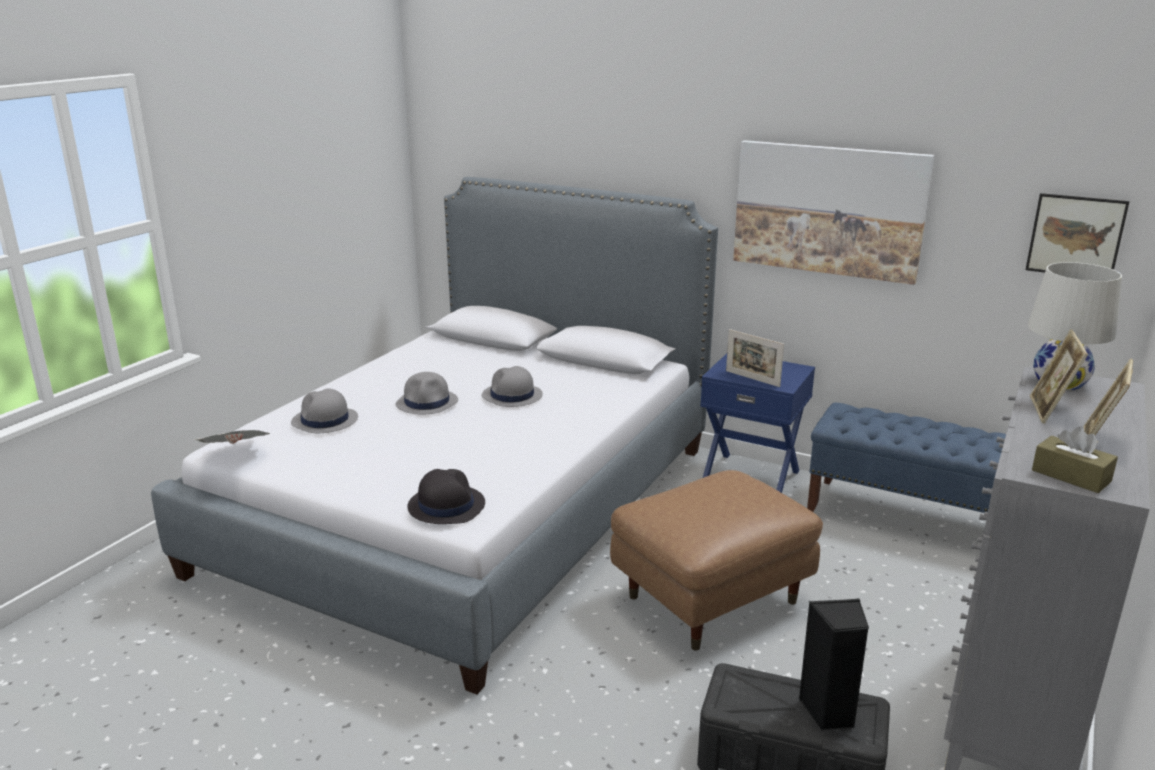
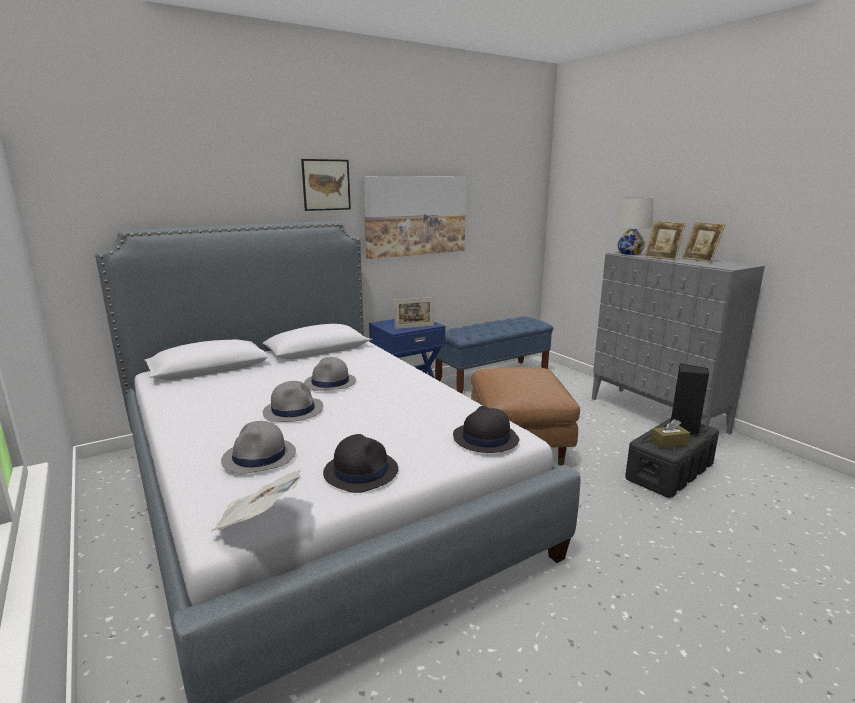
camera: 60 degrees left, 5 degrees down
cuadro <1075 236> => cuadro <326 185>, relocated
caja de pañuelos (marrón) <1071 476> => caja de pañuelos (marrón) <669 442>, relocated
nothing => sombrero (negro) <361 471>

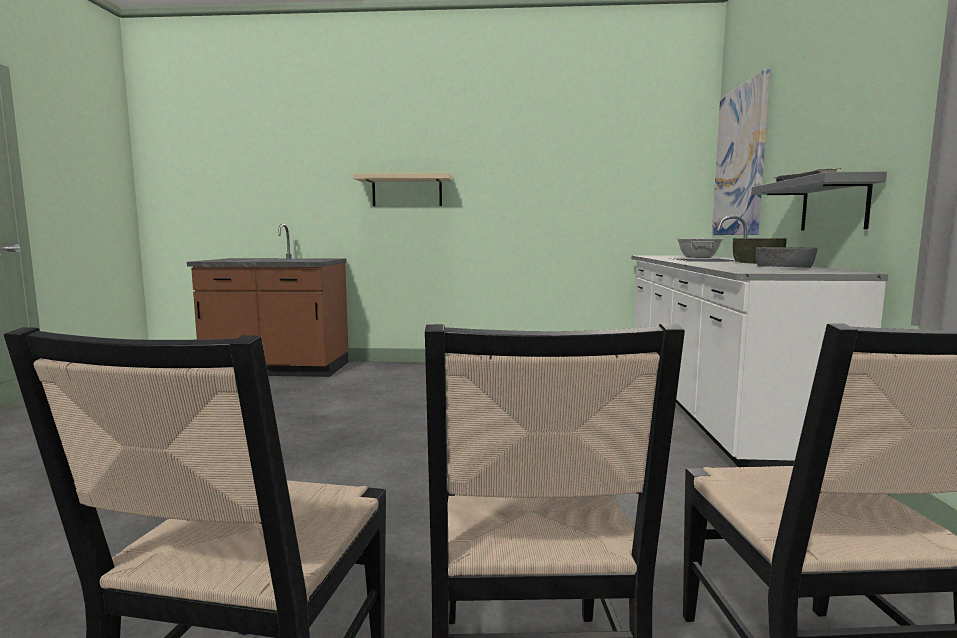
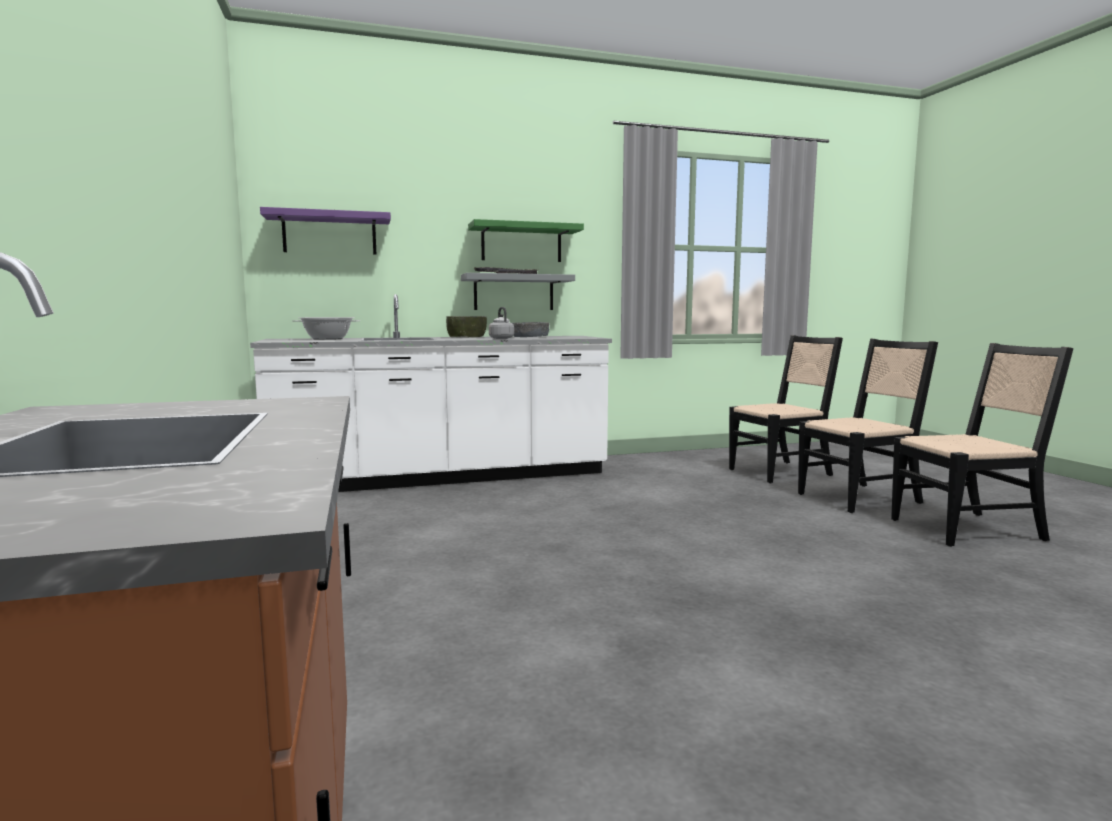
camera: 110 degrees left, 0 degrees up
estante (beis) <407 191> => nothing
cuadro <740 161> => estante (morado) <329 234>
nothing => estante (verde) <521 243>
nothing => hervidor (gris) <501 338>

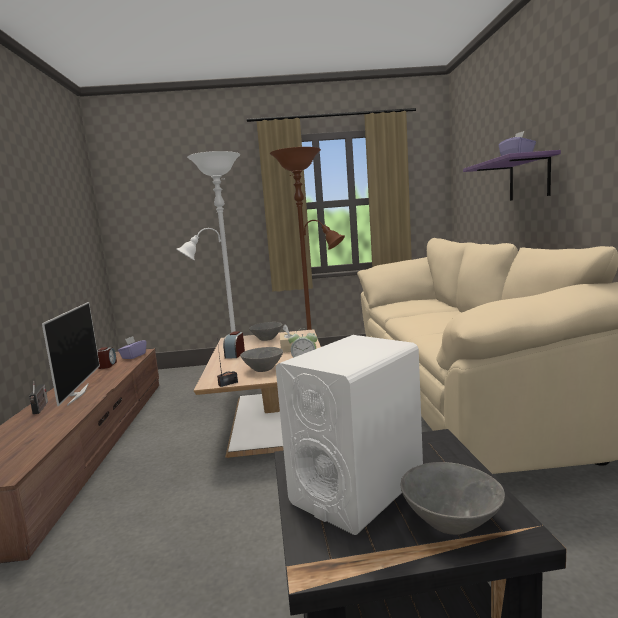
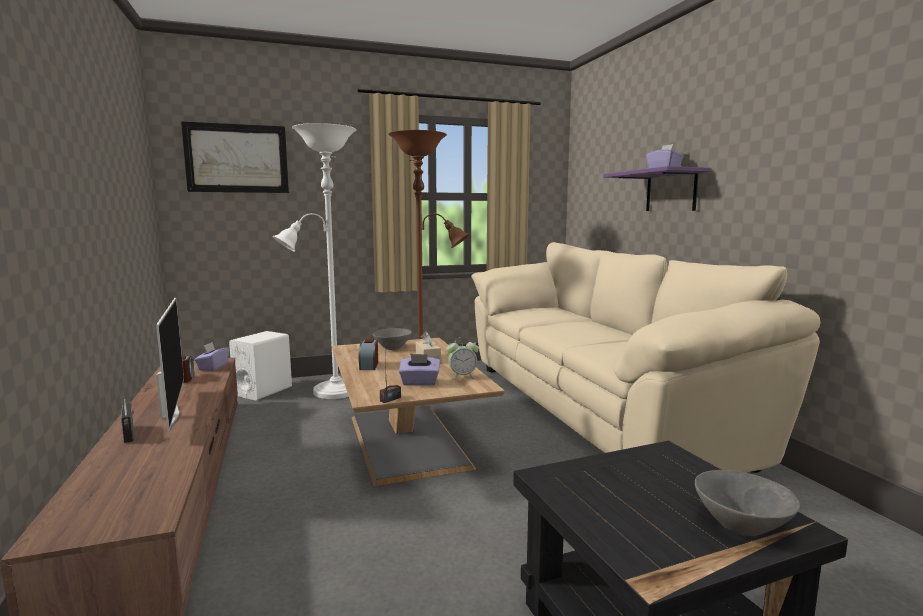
camera: 15 degrees left, 0 degrees up
cuenco (gris) <264 369> => caja de pañuelos (morado) <419 383>
altavoz (blanco) <358 489> => altavoz (blanco) <263 391>, relocated
nothing => cuadro <237 158>

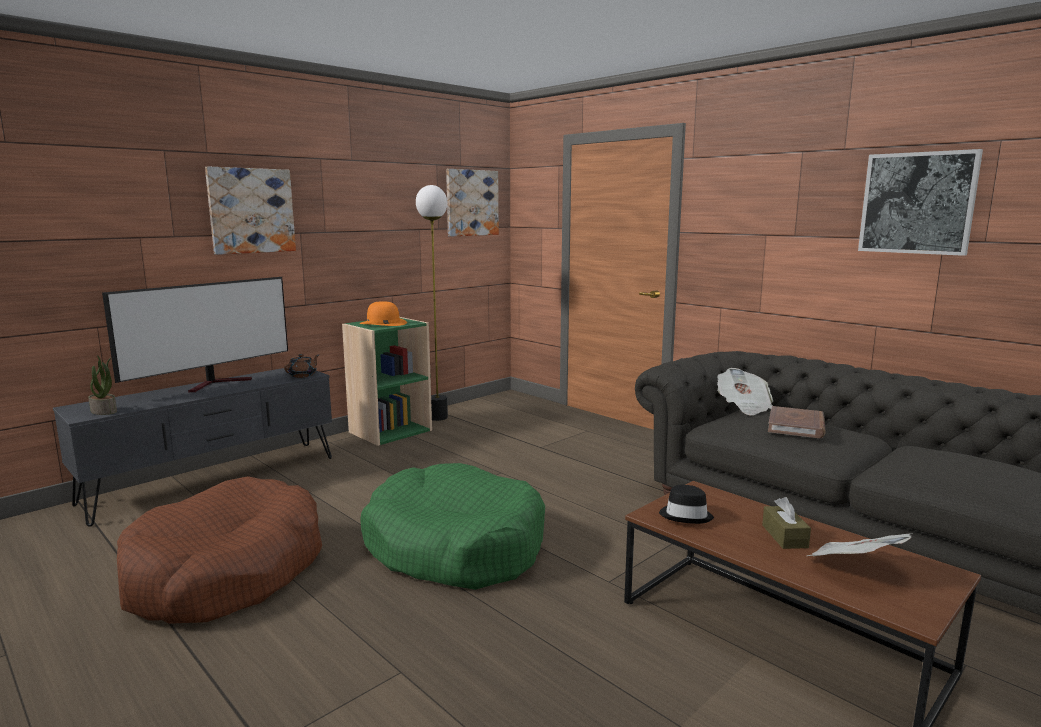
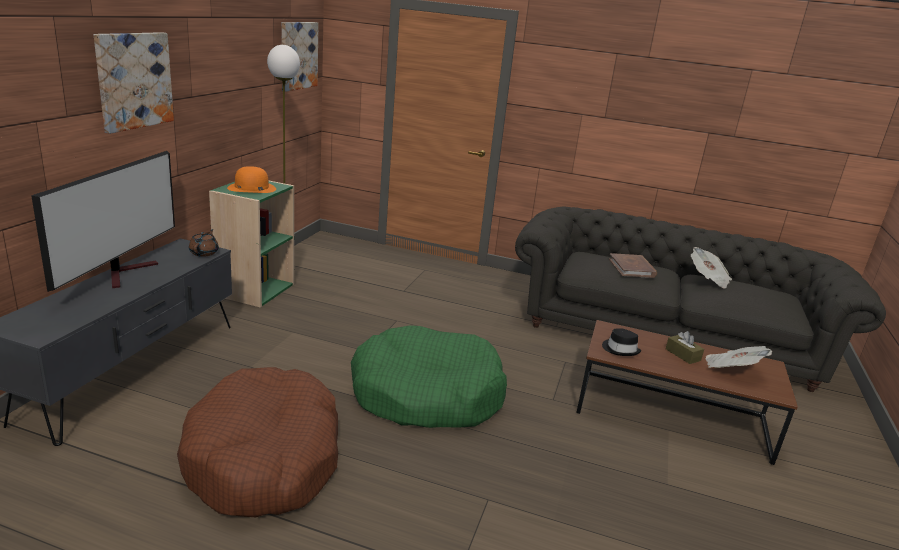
camera: 30 degrees left, 10 degrees up
planta en maceta <104 411> => nothing
periódico <744 406> => periódico <708 279>, relocated
cuadro <917 203> => nothing

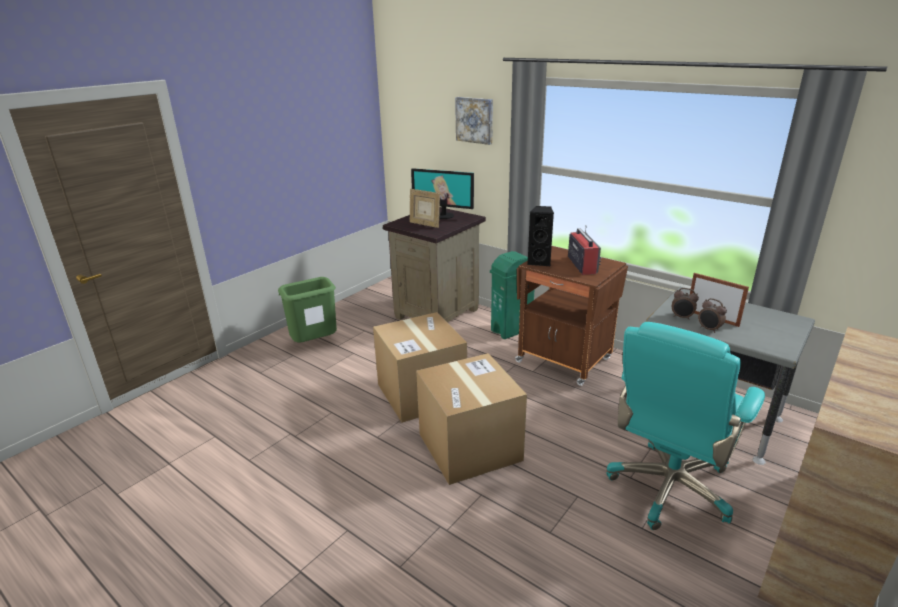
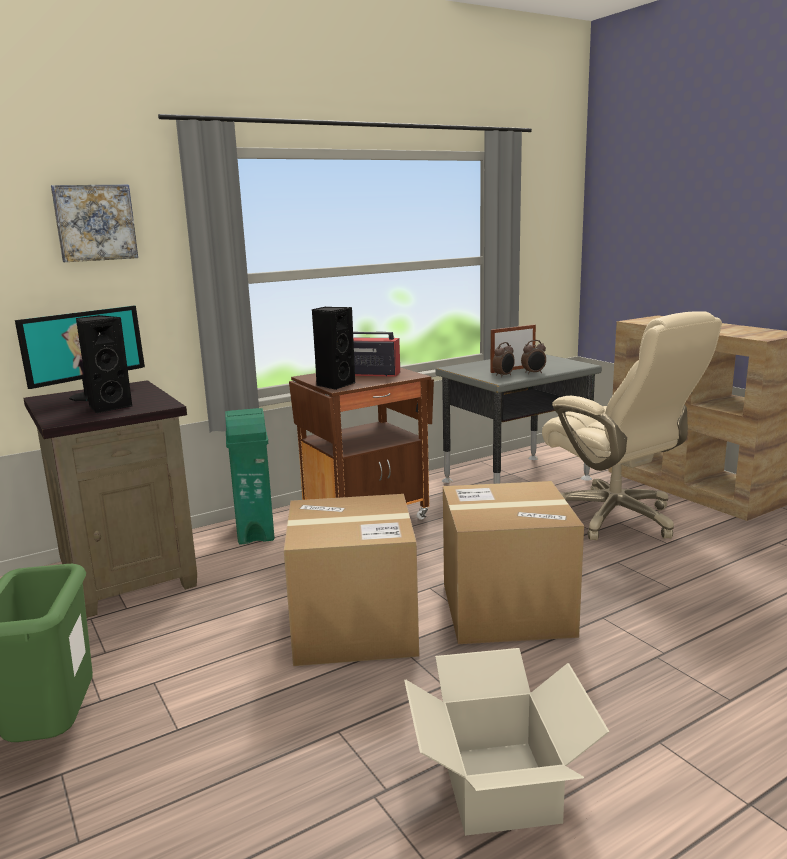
camera: 70 degrees left, 10 degrees down
portarretratos <424 224> => altavoz (negro) <108 407>
silla de oficina (turquesa) <667 490> => silla de oficina (beis) <616 520>
nothing => caja de cartón <501 786>

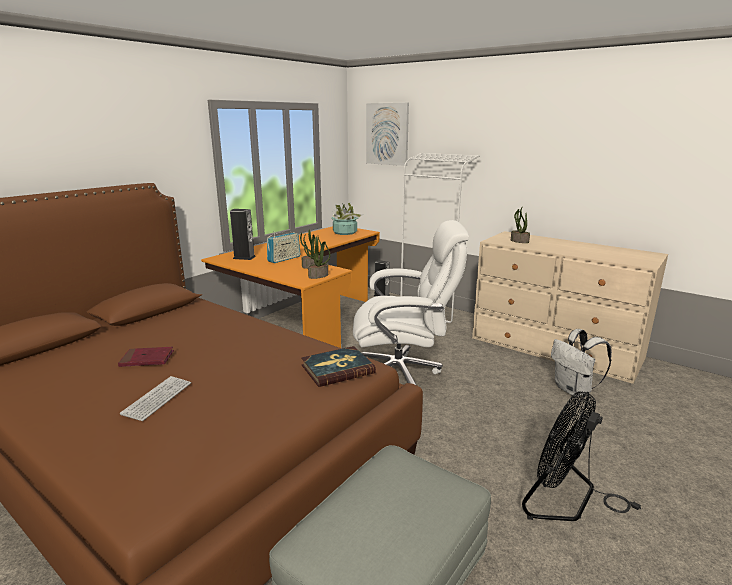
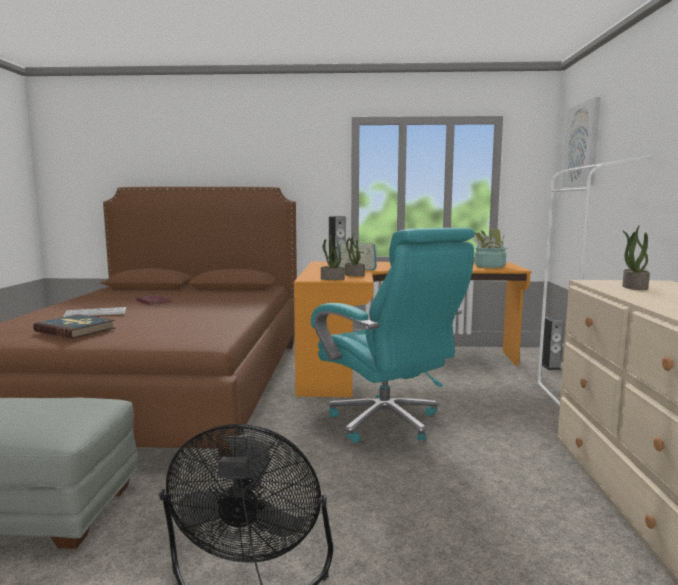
camera: 55 degrees right, 10 degrees down
libro <337 369> => libro <75 330>, relocated
silla de oficina (blanco) <403 374> => silla de oficina (turquesa) <389 425>
mochila (blanco) <574 390> => nothing

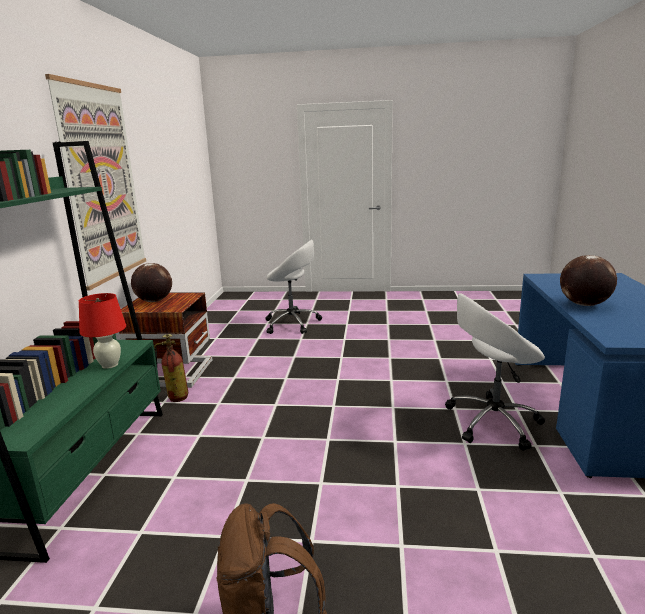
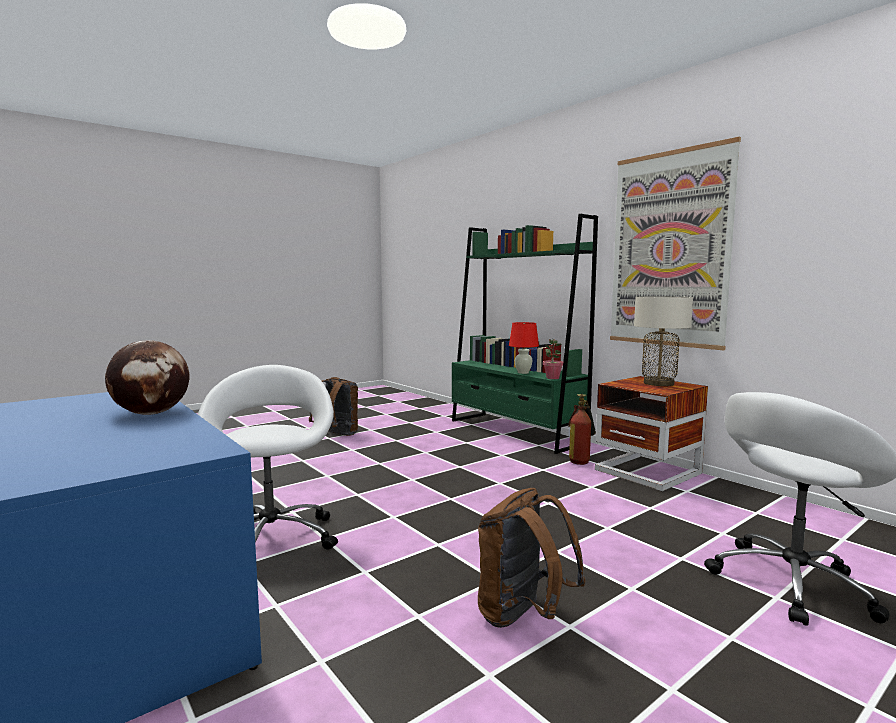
camera: 135 degrees right, 10 degrees down
globo terráqueo <154 301> => lámpara de mesa <658 383>
silla de oficina (blanco) <490 422> => silla de oficina (blanco) <273 538>, 45 degrees counterclockwise
nothing => mochila (marrón) <522 616>
nothing => planta en maceta <552 378>

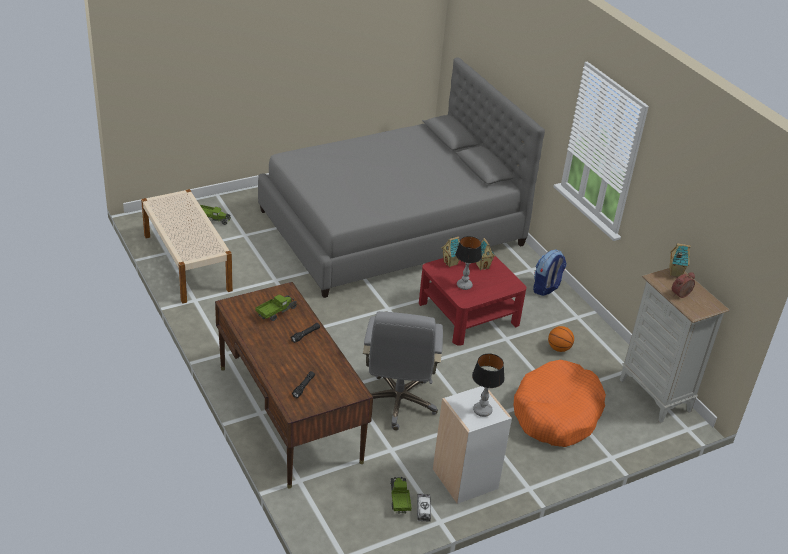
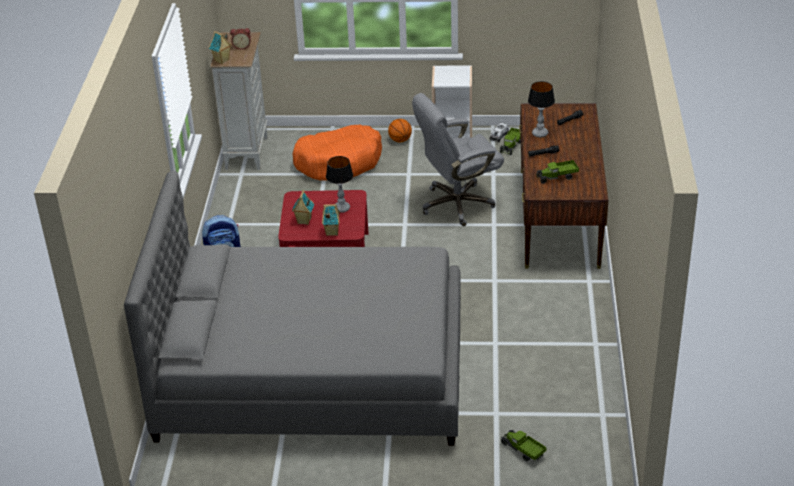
camera: 145 degrees left, 0 degrees up
banco (beis) <186 263> => nothing
silla de oficina (gris) <398 400> => silla de oficina (gris) <458 203>, 150 degrees counterclockwise
lámpara de mesa <483 410> => lámpara de mesa <539 134>, relocated
balón de baloncesto <559 348> => balón de baloncesto <400 140>, relocated

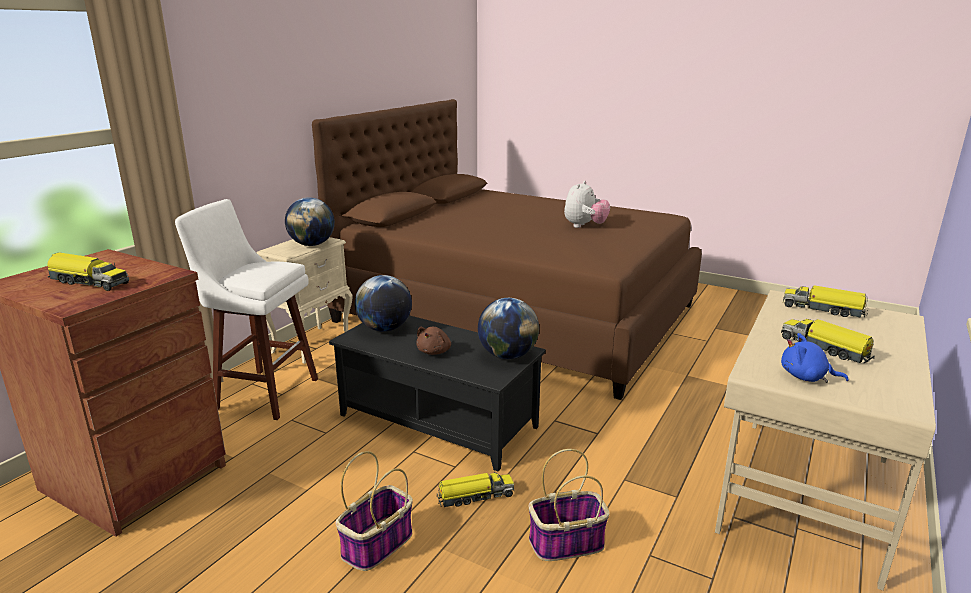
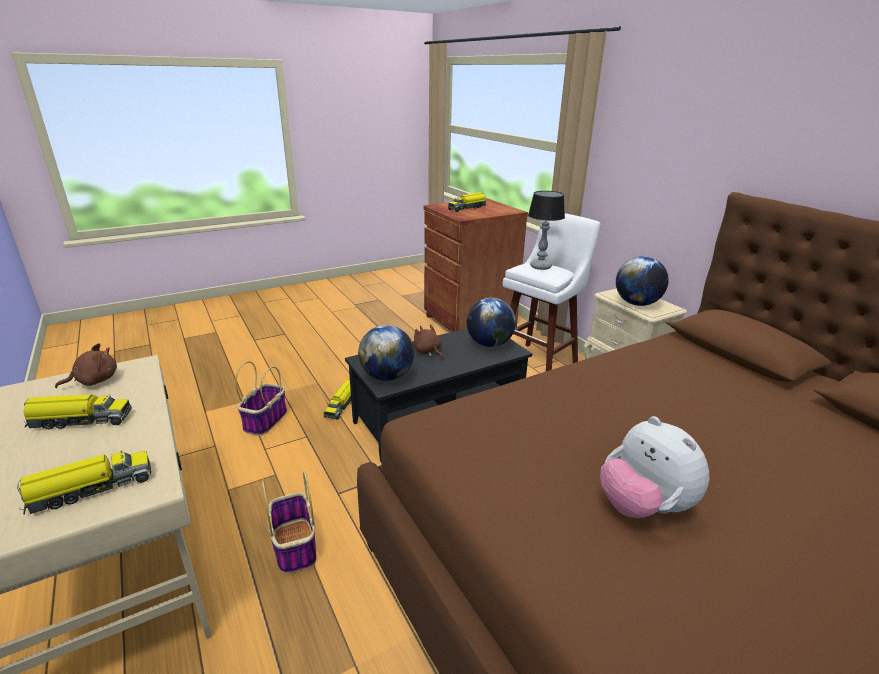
camera: 120 degrees right, 5 degrees up
cesta <377 545> => cesta <294 545>, relocated
peluche (azul) <806 377> => peluche (marrón) <94 381>
nothing => lámpara de mesa <540 266>

